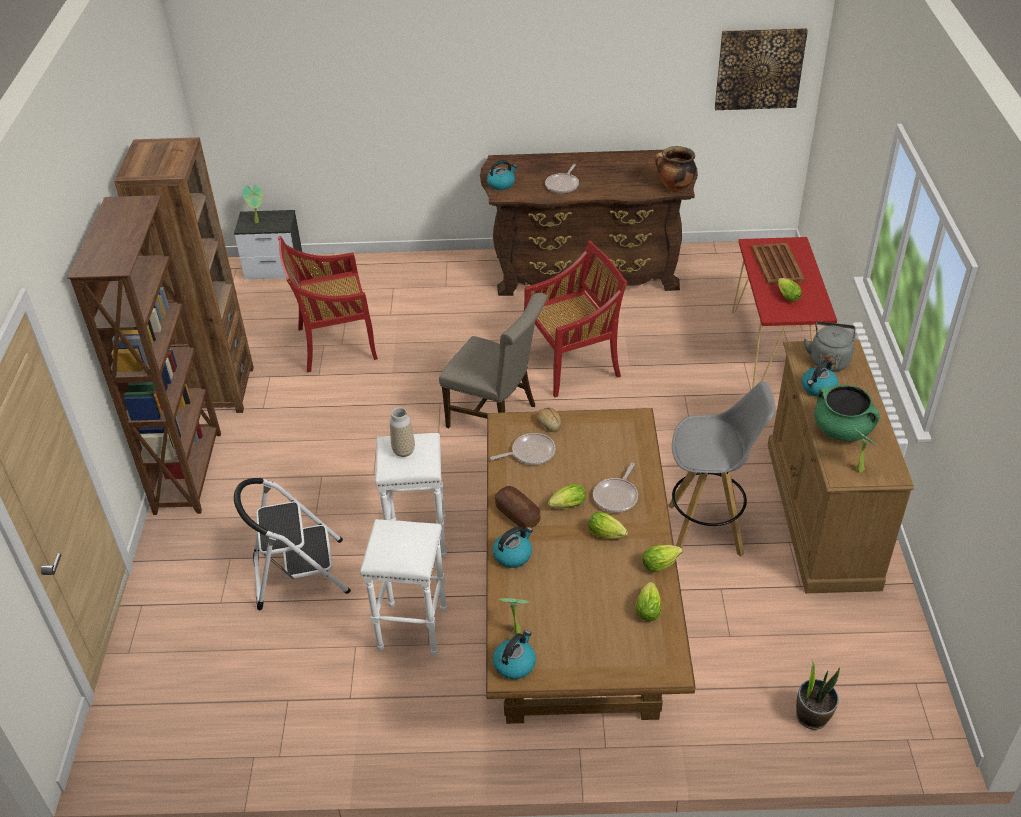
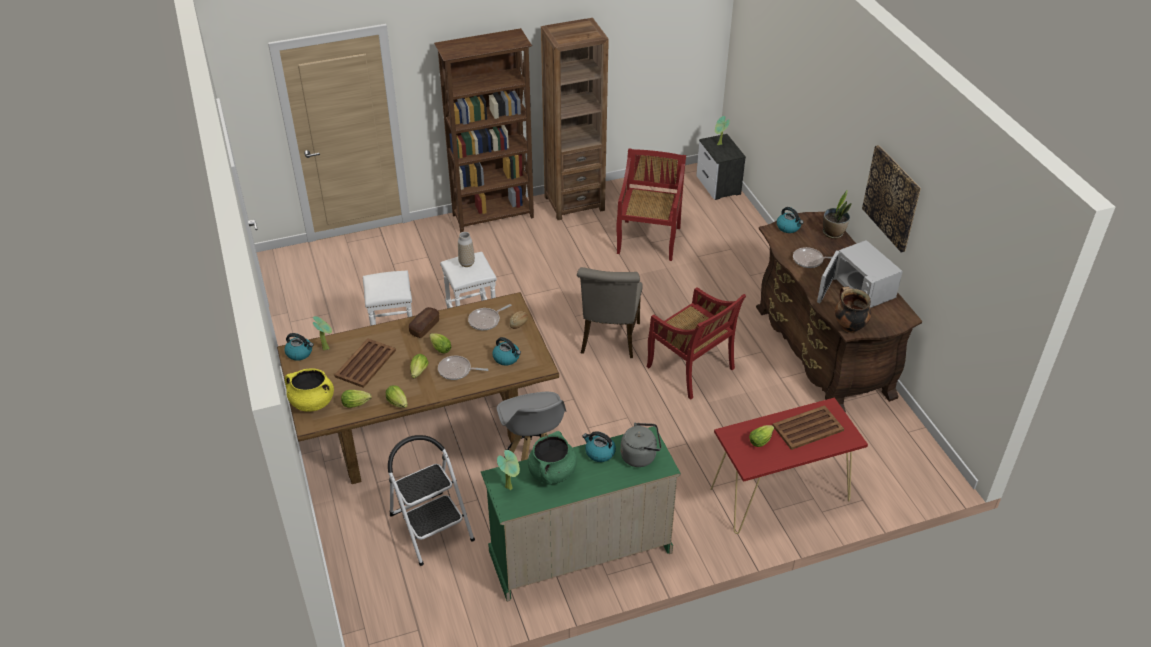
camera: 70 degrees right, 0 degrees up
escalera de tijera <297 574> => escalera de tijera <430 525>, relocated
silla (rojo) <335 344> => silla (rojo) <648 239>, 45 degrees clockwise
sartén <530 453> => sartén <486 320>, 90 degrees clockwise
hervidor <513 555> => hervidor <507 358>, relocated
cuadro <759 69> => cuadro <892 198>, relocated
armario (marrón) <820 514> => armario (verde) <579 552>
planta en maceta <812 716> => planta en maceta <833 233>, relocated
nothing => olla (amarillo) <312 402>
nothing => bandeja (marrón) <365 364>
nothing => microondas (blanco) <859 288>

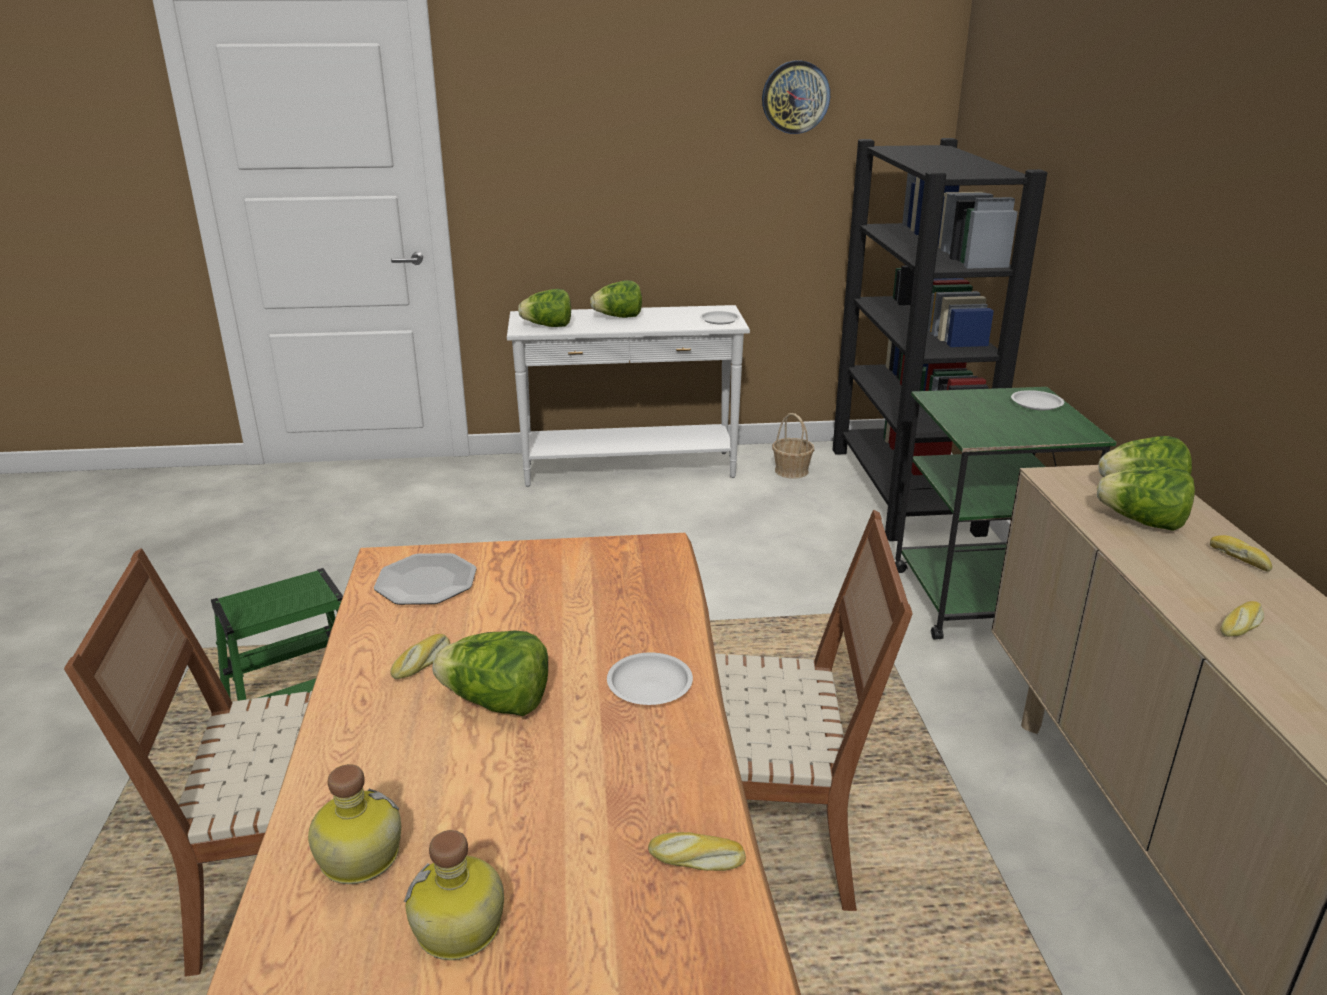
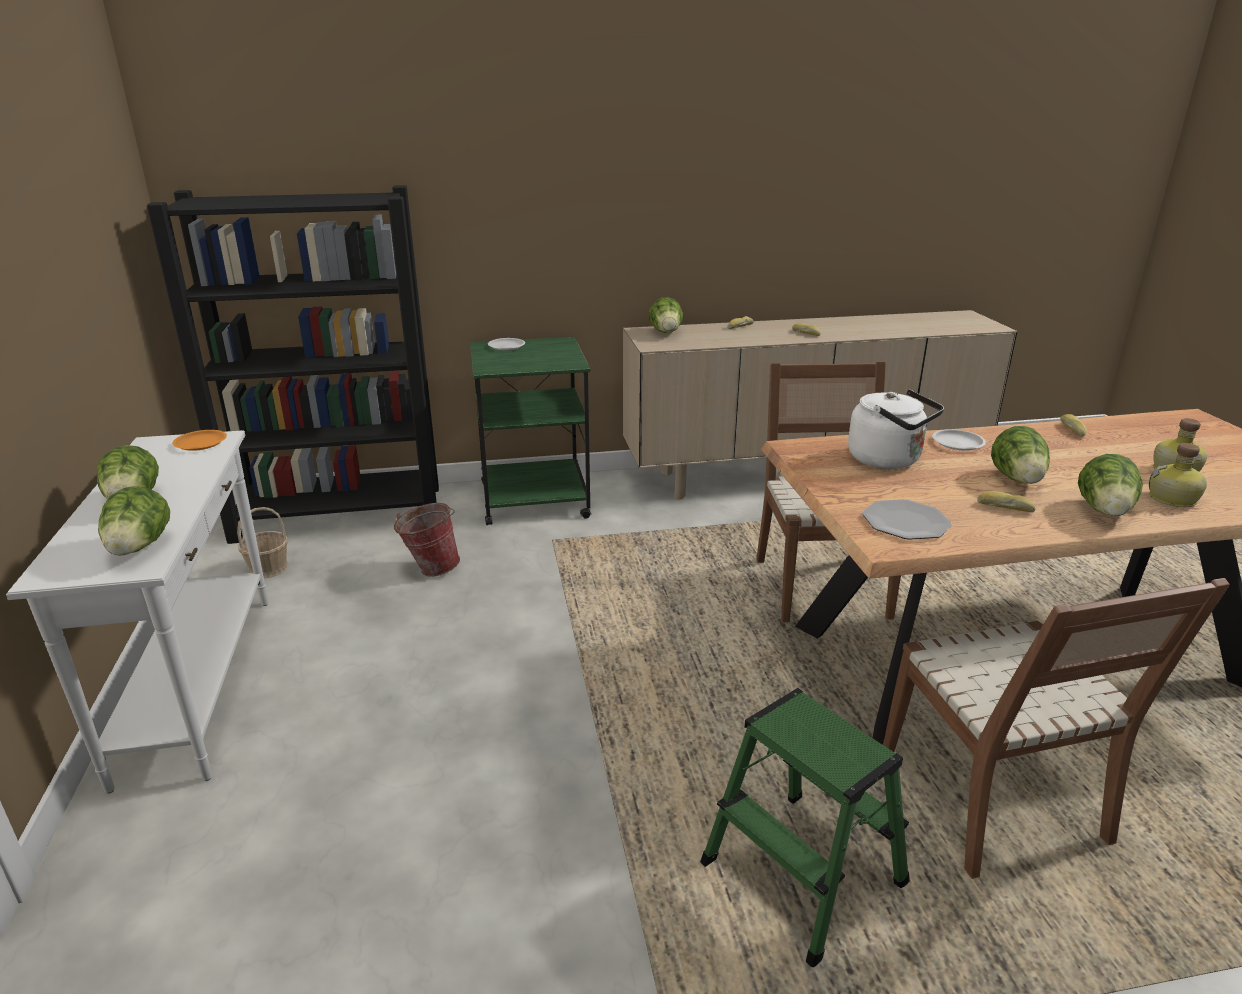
camera: 95 degrees left, 0 degrees up
plato (blanco) <719 320> => plato (naranja) <200 443>
reloj de pared <795 97> => nothing
lechuga <1142 522> => lechuga <1105 512>, relocated
nothing => cubo <430 568>
nothing => hervidor (blanco) <888 460>

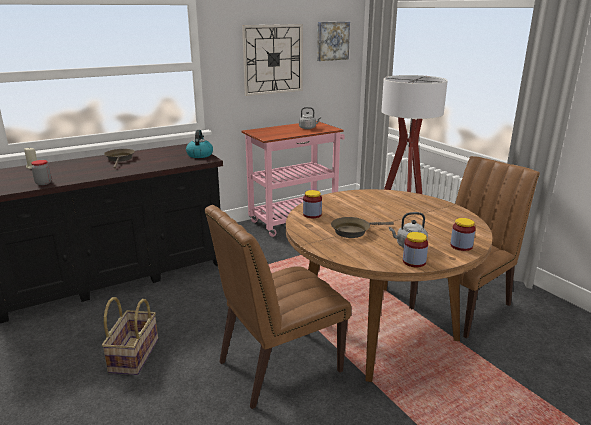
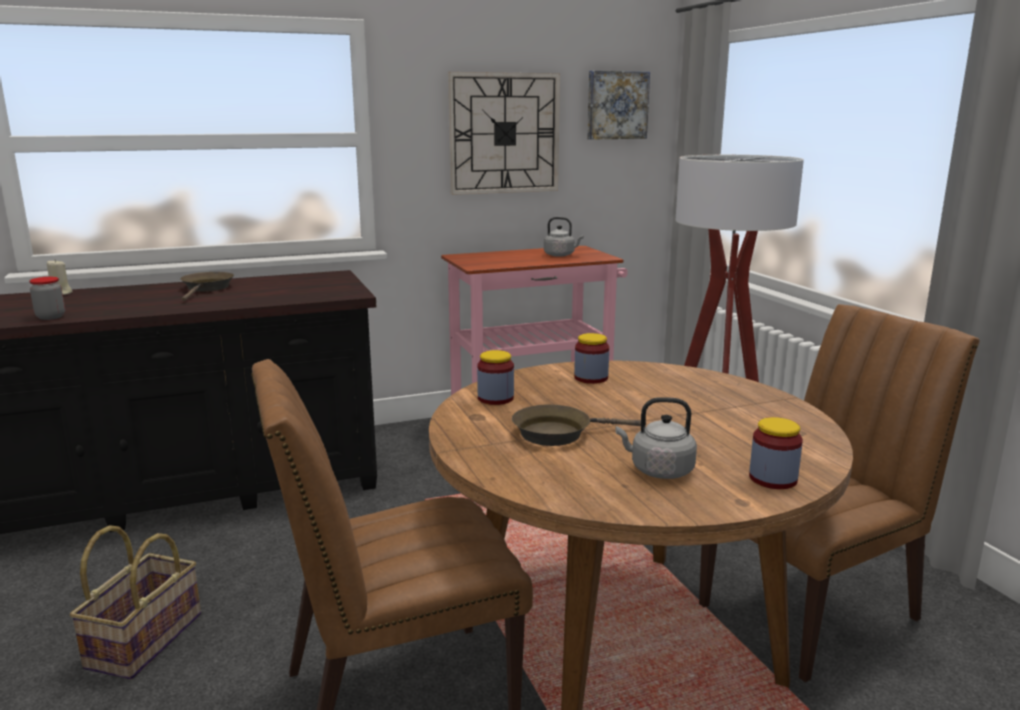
camera: 10 degrees right, 5 degrees down
hervidor <199 155> => nothing
tarro <414 262> => tarro <591 378>, relocated

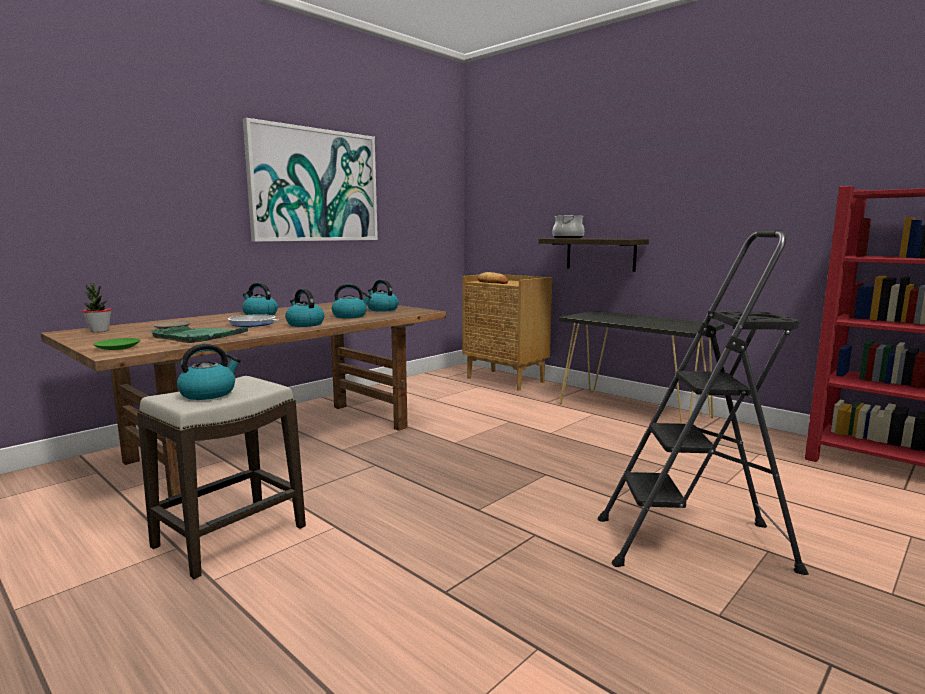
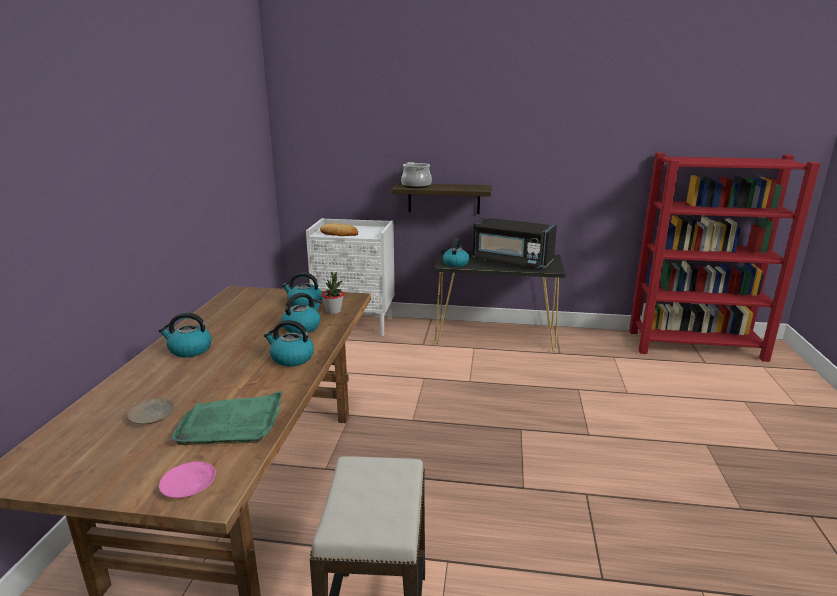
camera: 35 degrees left, 10 degrees up
planta en maceta <99 331> => planta en maceta <333 311>, relocated
plato (verde) <118 348> => plato (rosa) <189 485>
hervidor <209 393> => hervidor <455 263>, relocated
sartén <253 324> => nothing
cuadro <315 185> => nothing
armario (marrón) <505 380> => armario (blanco) <356 325>
escalera de tijera <696 543> => nothing
nothing => microondas (negro) <511 261>

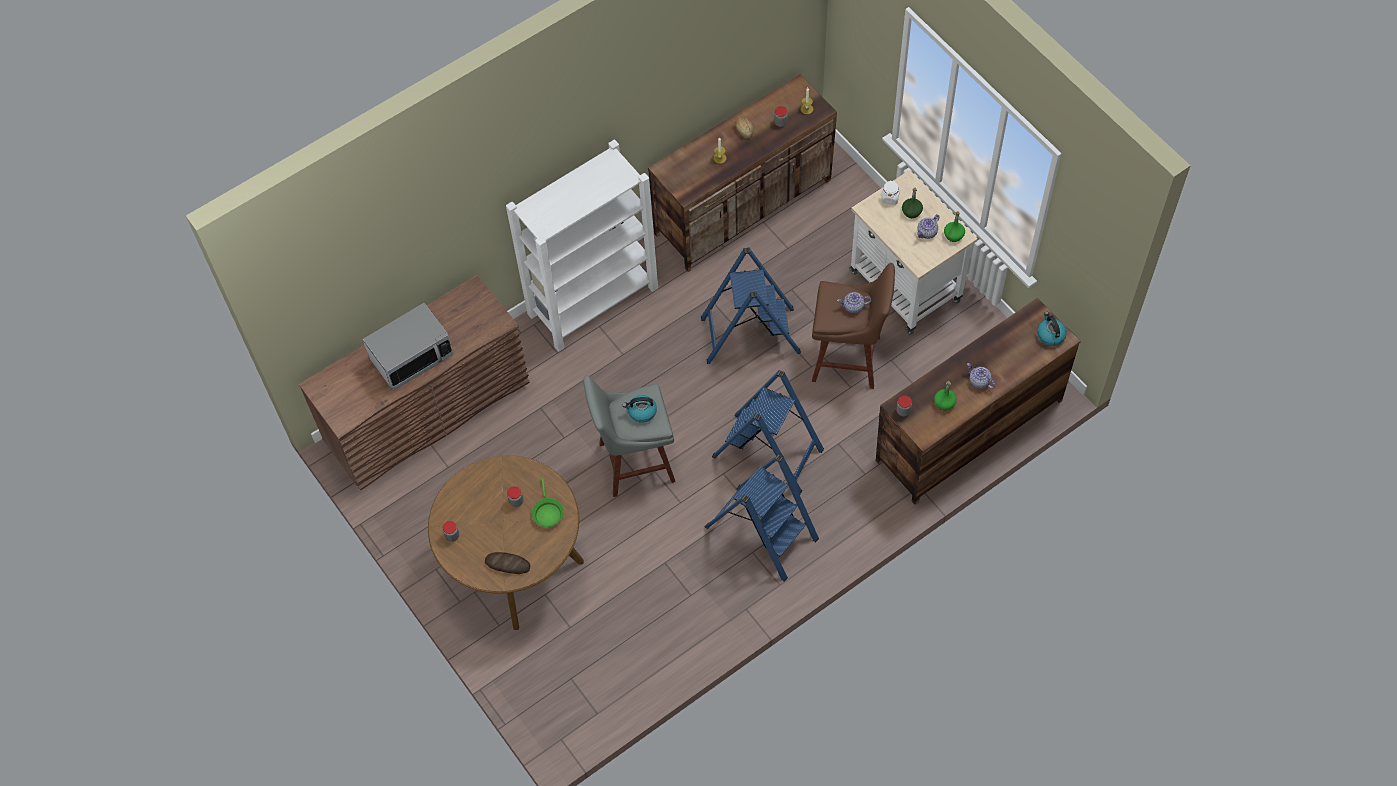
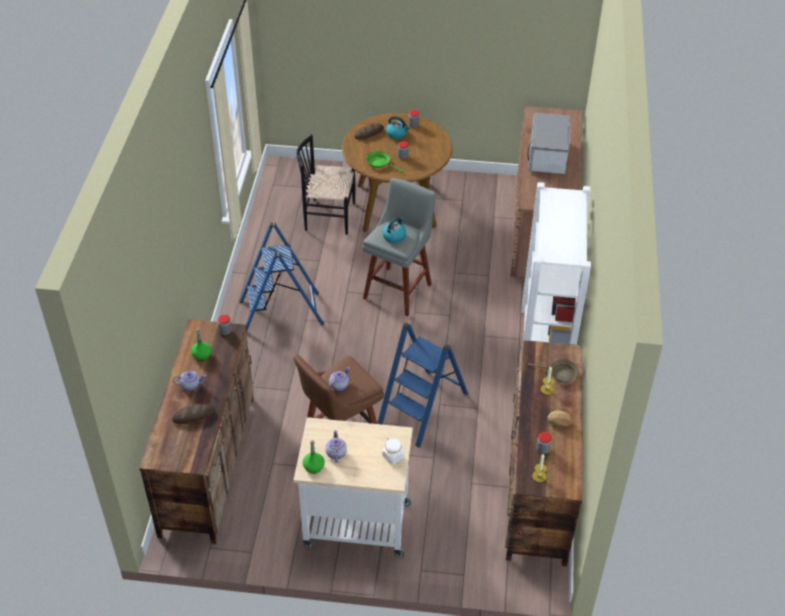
camera: 130 degrees right, 15 degrees down
escalera de tijera (azul) <769 453> => nothing
botella (verde) <911 212> => nothing
hervidor <1050 335> => hervidor <397 133>, relocated
nothing => pan <194 415>
nothing => silla (negro) <327 216>
nothing => sartén (marrón) <560 374>

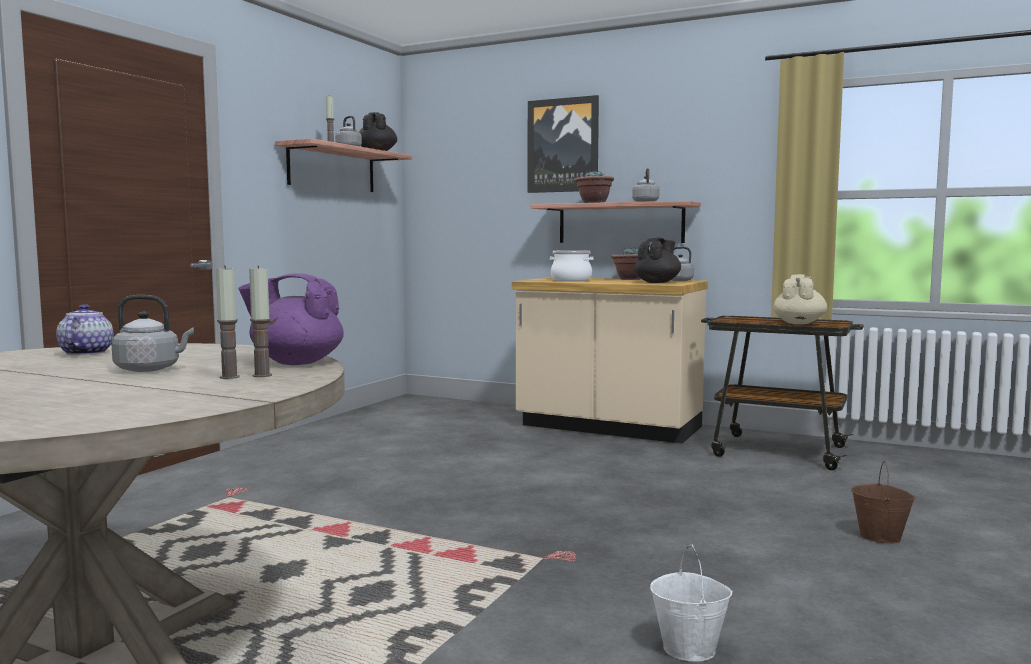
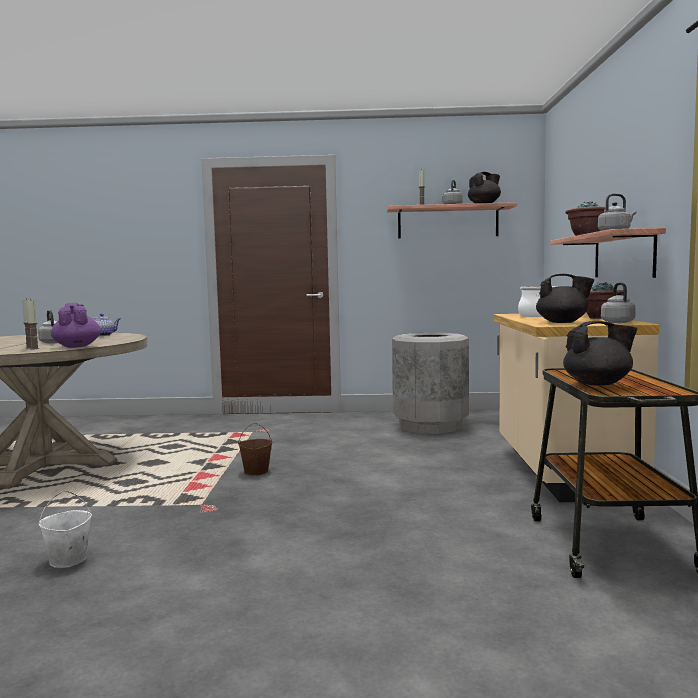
camera: 65 degrees right, 0 degrees up
cuadro <563 145> => nothing
tetera (beis) <799 323> => tetera (negro) <598 384>
cubo (marrón) <881 537> => cubo (marrón) <256 472>, relocated
nothing => papelera (gris) <430 426>

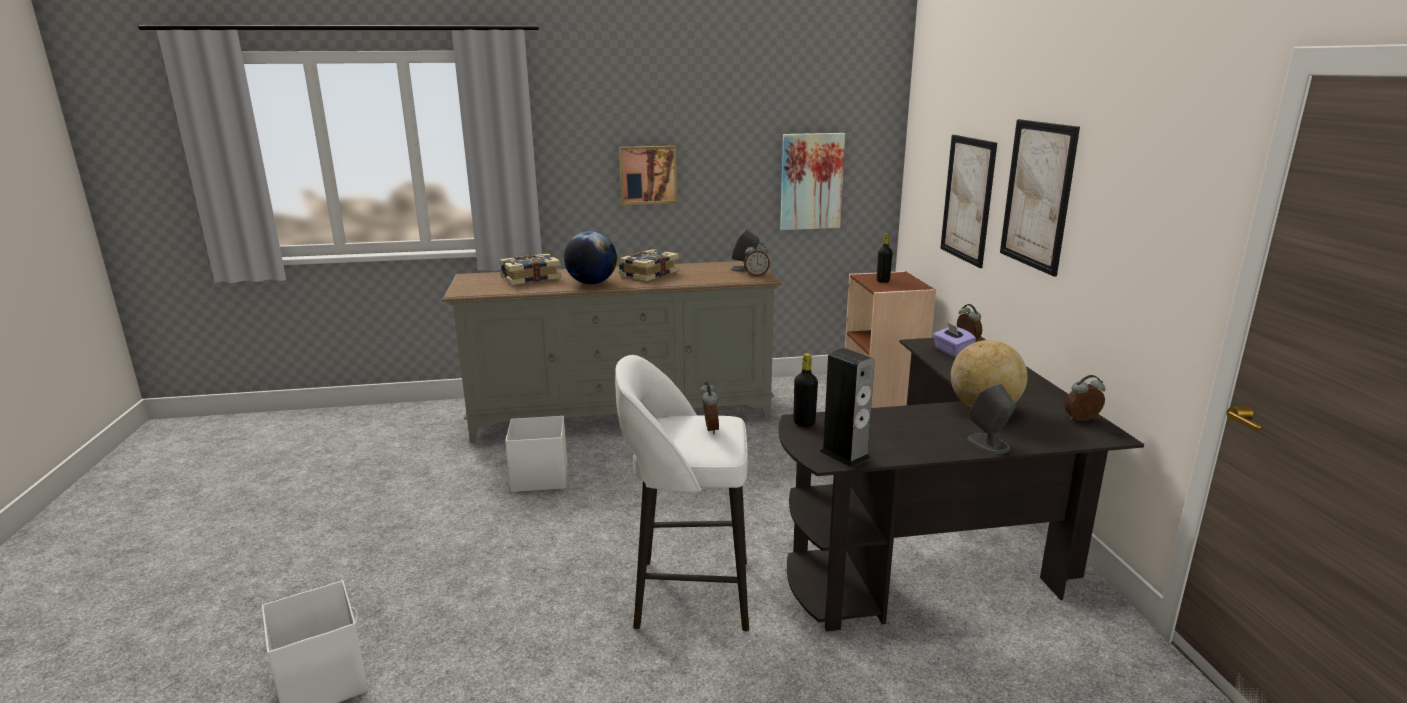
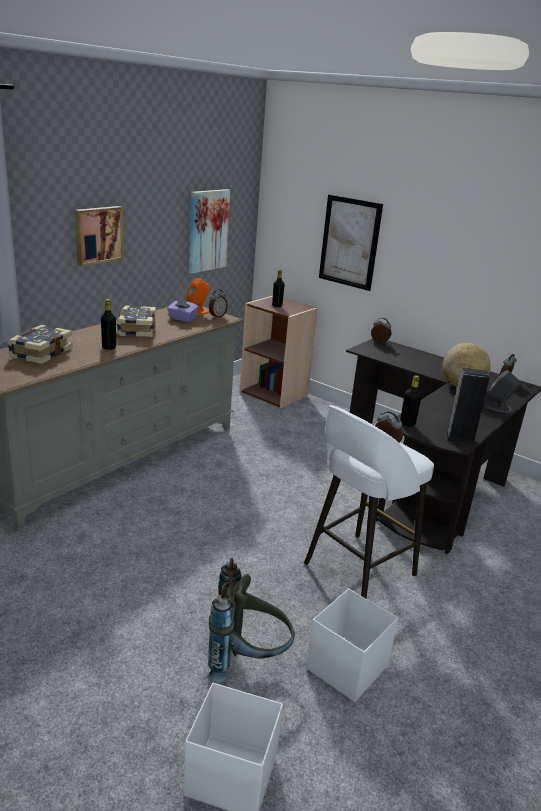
camera: 45 degrees left, 5 degrees up
caja de almacenaje (blanco) <539 478> => caja de almacenaje (blanco) <346 668>, relocated
globo terráqueo <592 283> => botella (negro) <109 347>
altavoz (gris) <744 269> => altavoz (naranja) <197 312>
caja de pañuelos (morado) <952 352> => caja de pañuelos (morado) <182 319>, relocated
cuadro <1037 195> => nothing
nothing => mochila (gris) <247 661>

